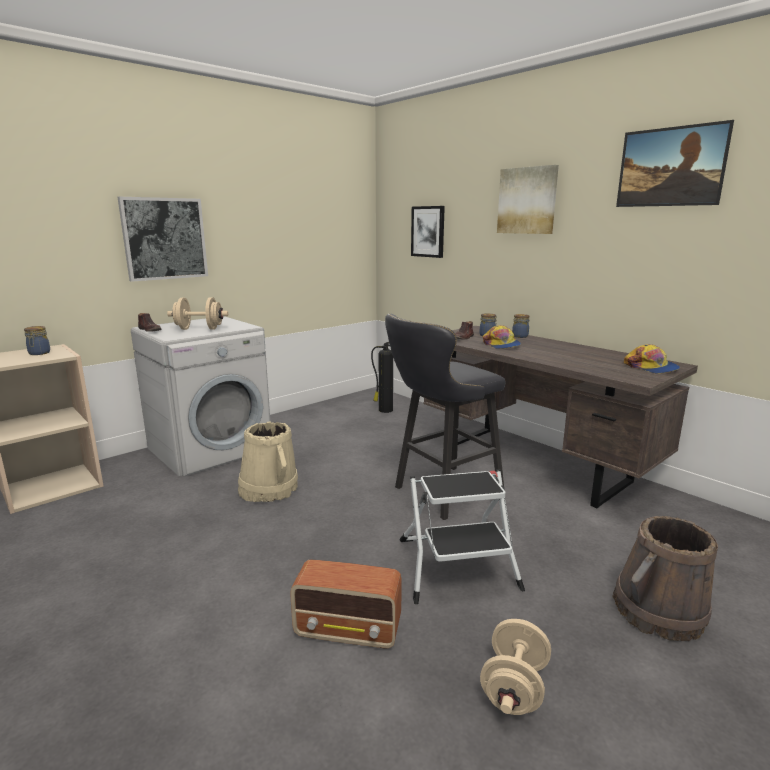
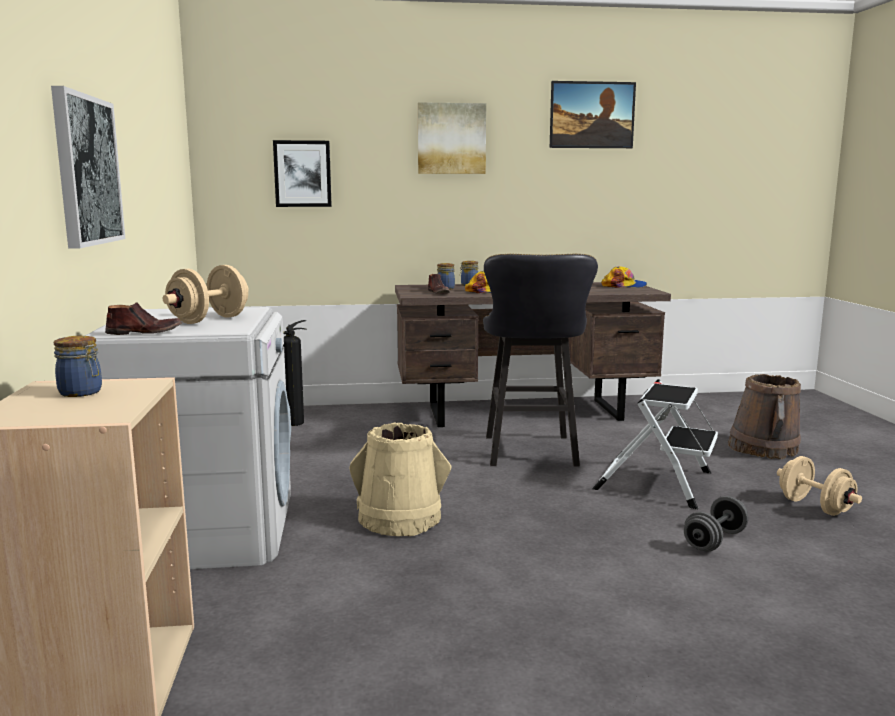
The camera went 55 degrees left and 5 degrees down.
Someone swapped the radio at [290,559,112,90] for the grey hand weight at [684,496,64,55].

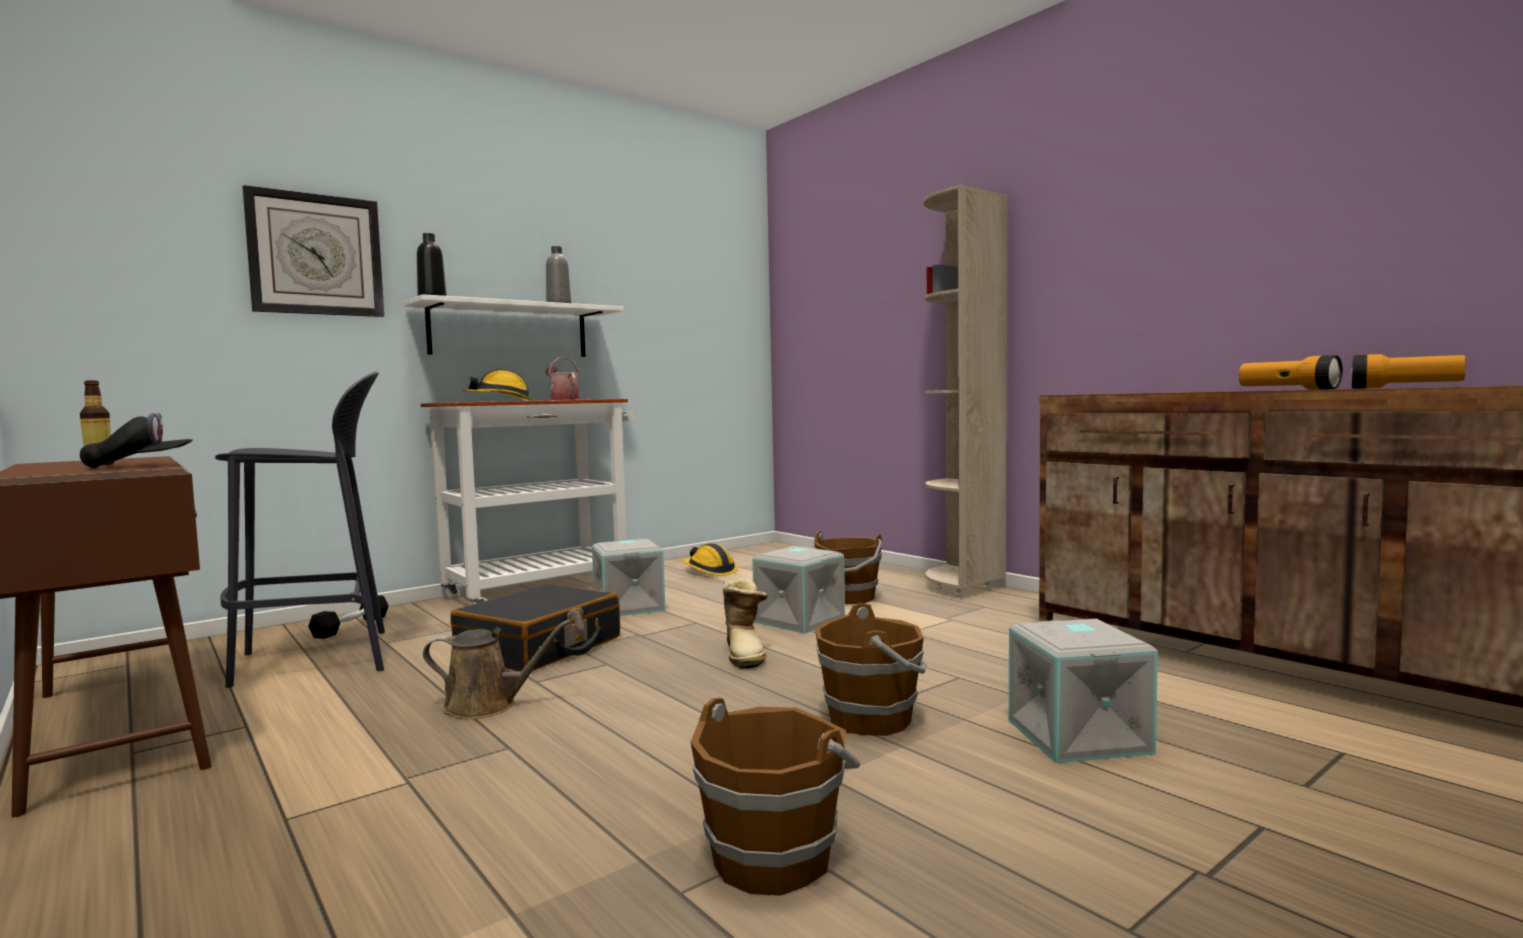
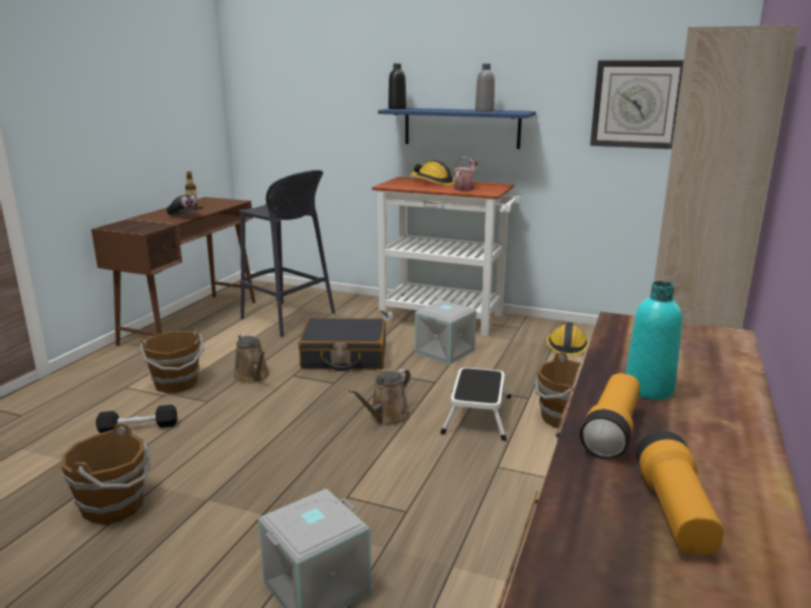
The camera went 60 degrees right and 15 degrees up.
Someone carried the clock on the wall from [243,185,141,132] to [590,60,94,89].
Someone carried the blackish hand weight from [308,595,81,44] to [96,405,81,28].
Someone repainted the whitish shelf at [404,294,220,63], which became the bluish shelf at [378,108,158,41].
Someone swapped the high-top boot at [723,578,45,90] for the brown sprinkling can at [349,368,62,58].
Someone swapped the grey storage bin at [752,546,93,88] for the blackish step ladder at [440,368,71,73].
Someone carried the brown water bucket from [815,603,112,133] to [140,328,65,65].
Someone put down the turquoise-coloured beverage bottle at [625,281,57,119].

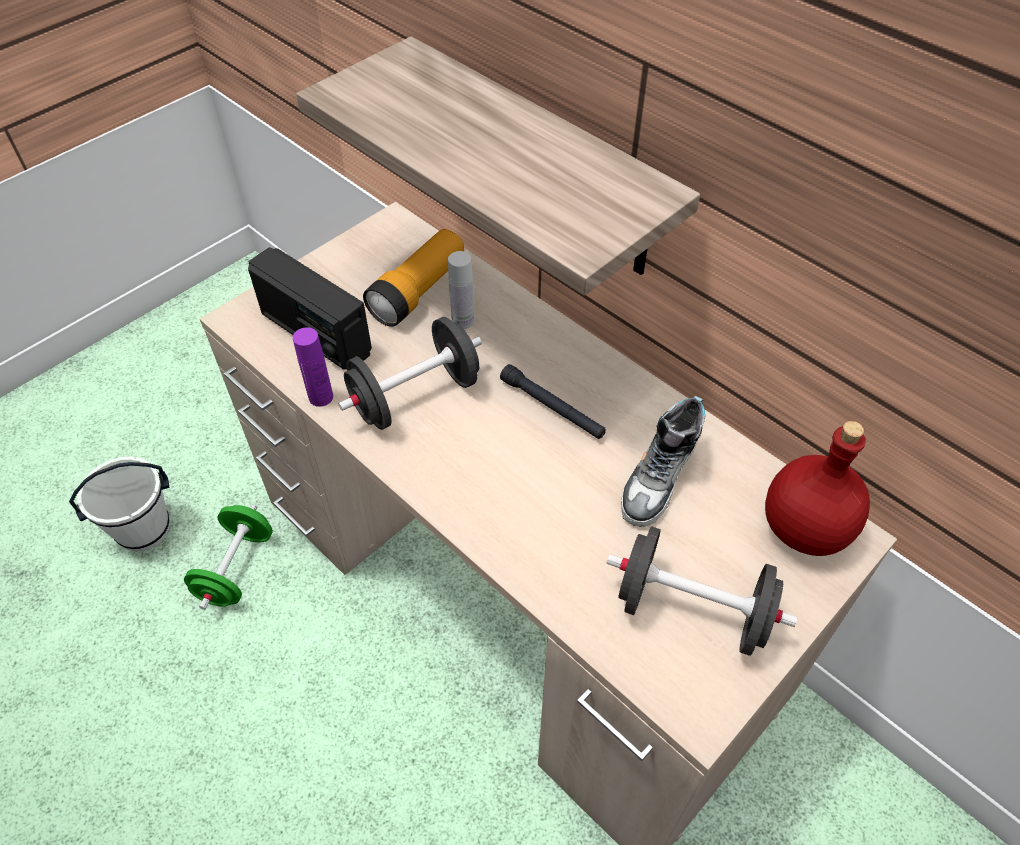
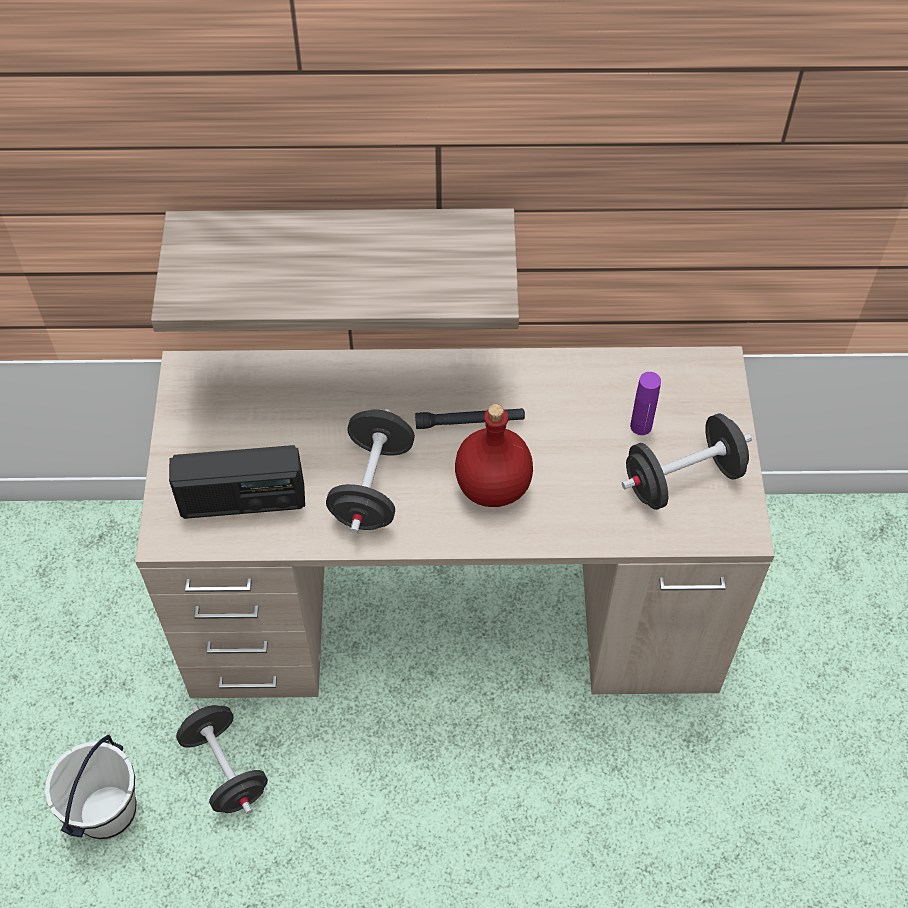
The camera went 45 degrees left and 5 degrees up.
Someone repainted the greenish hand weight at [184,504,89,106], which became the blackish hand weight at [176,705,92,109].
Someone carried the purple-coloured beverage bottle from [293,327,40,80] to [630,372,31,63].
Someone took away the hand torch at [363,229,101,98].
Someone took away the whitish beverage bottle at [448,251,26,78].
Someone took away the item of footwear at [621,396,85,131].
Someone carried the reddish beverage bottle from [765,421,105,135] to [455,404,78,103].

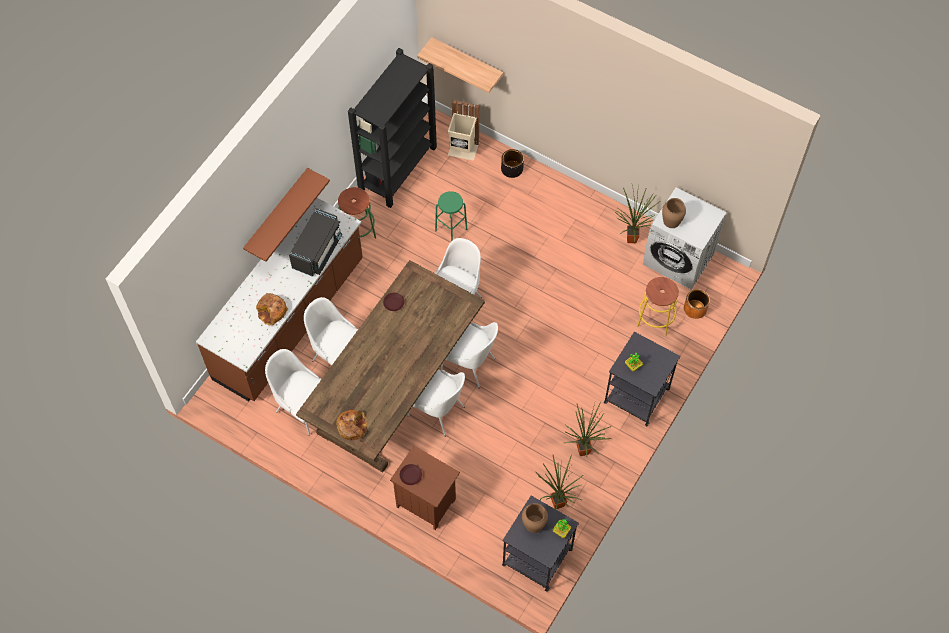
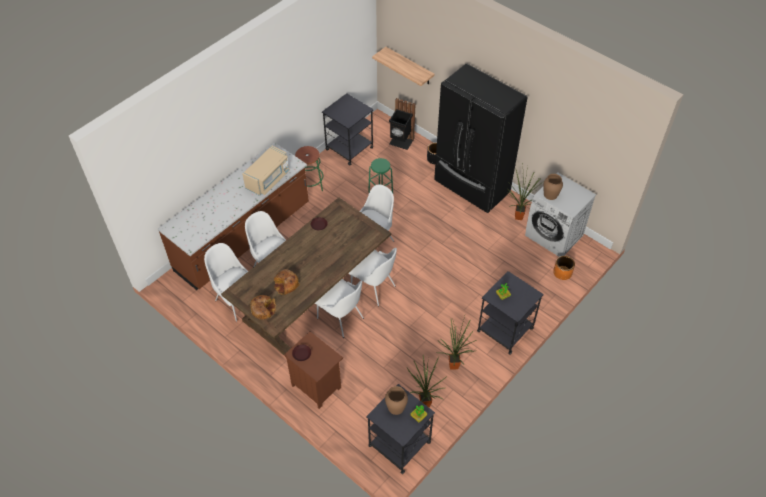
The camera went 10 degrees right and 10 degrees down.
Someone took away the brown shelf at [243,168,87,94].
Someone carried the bread from [256,293,32,33] to [274,269,26,26].
Someone repainted the blackish microwave at [289,208,53,69], which became the beige-coloured microwave at [243,146,47,50].
Someone swapped the blackish shelving unit at [348,48,89,160] for the blackish wheeled cart at [322,93,52,73].
Someone repainted the beige-coloured rubbish bin at [448,100,31,61], which became the blackish rubbish bin at [389,98,26,52].
Someone took away the yellow stool seat at [637,277,42,59].
Someone put down the blackish kitchen fridge at [434,64,94,149].

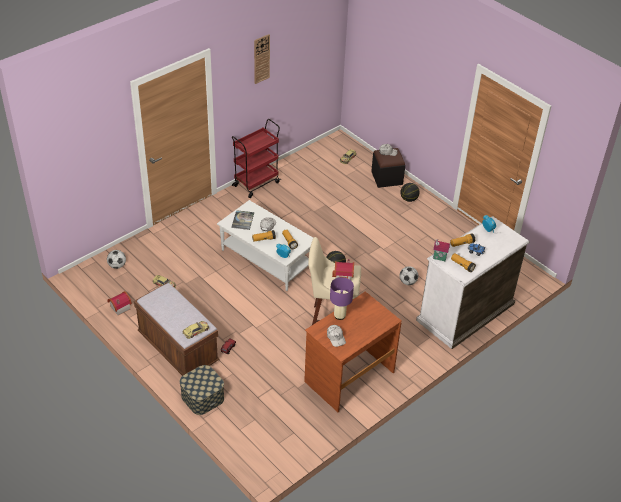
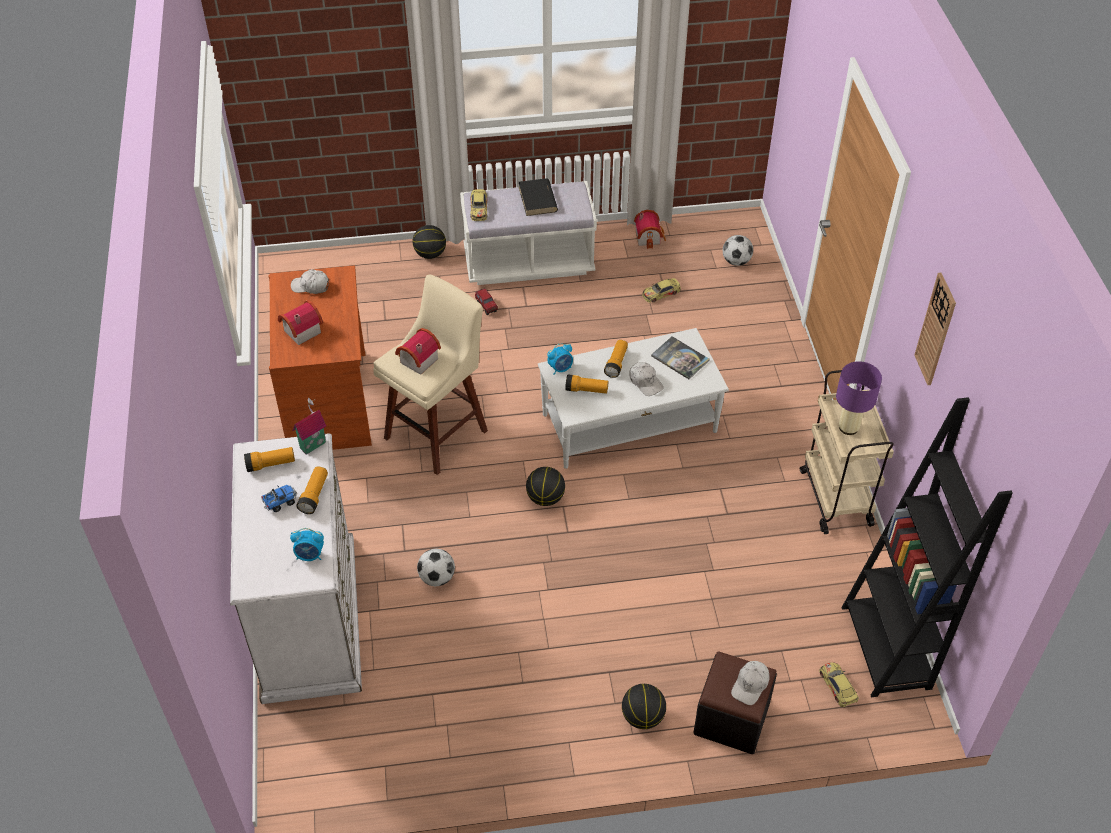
The camera went 125 degrees right and 5 degrees up.
Someone repainted the brown bench at [134,283,85,93], which became the whitish bench at [460,181,137,104].
Someone swapped the storage bin at [179,365,45,50] for the basketball ball at [413,225,33,34].
Someone repainted the reddish wheeled cart at [232,119,48,79], which became the beige-coloured wheeled cart at [800,370,94,164].
Someone carried the purple-coloured lamp for a table from [330,277,24,43] to [836,361,46,74].
Someone put down the miniature house at [278,300,45,45].
Someone put down the blackish volume at [519,178,39,38].
Someone put down the blackish shelving unit at [841,397,172,300].

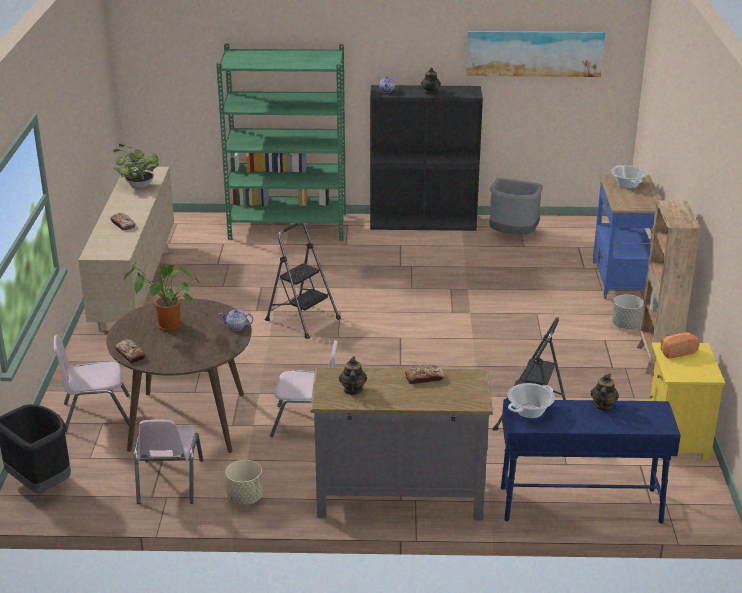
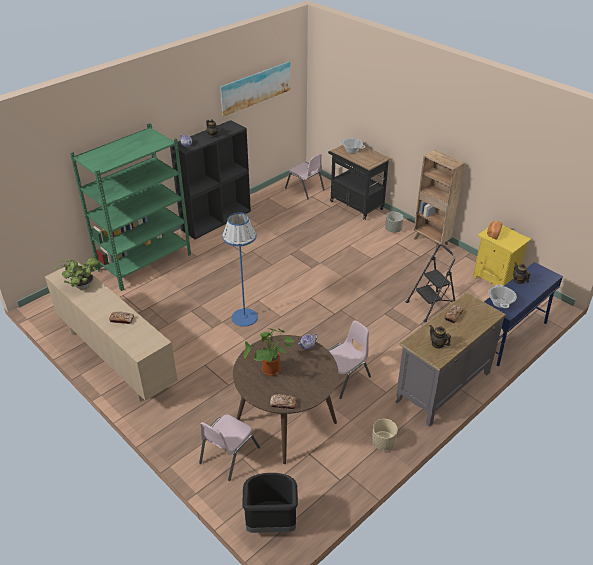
The camera went 45 degrees left and 10 degrees up.
Someone carried the pink-coloured upright chair from [134,420,69,84] to [285,154,40,45].
Someone swapped the blackish step ladder at [265,222,76,117] for the bluish standard lamp at [222,212,36,115].
Someone took away the grey rubbish bin at [489,178,54,57].
Someone repainted the bluish wheeled cart at [593,175,68,124], which became the blackish wheeled cart at [328,145,63,75].

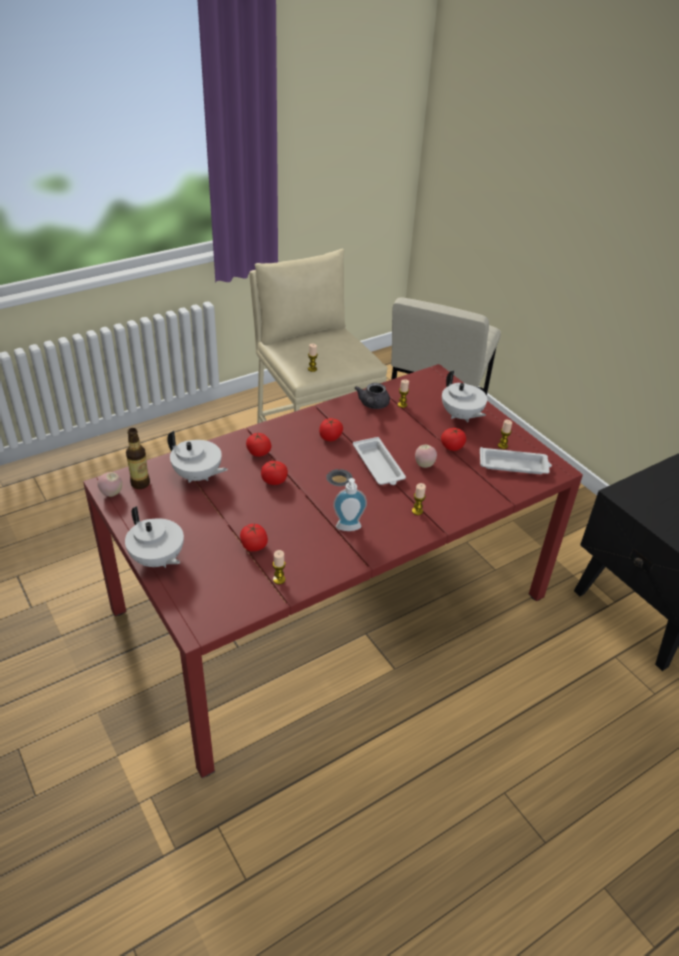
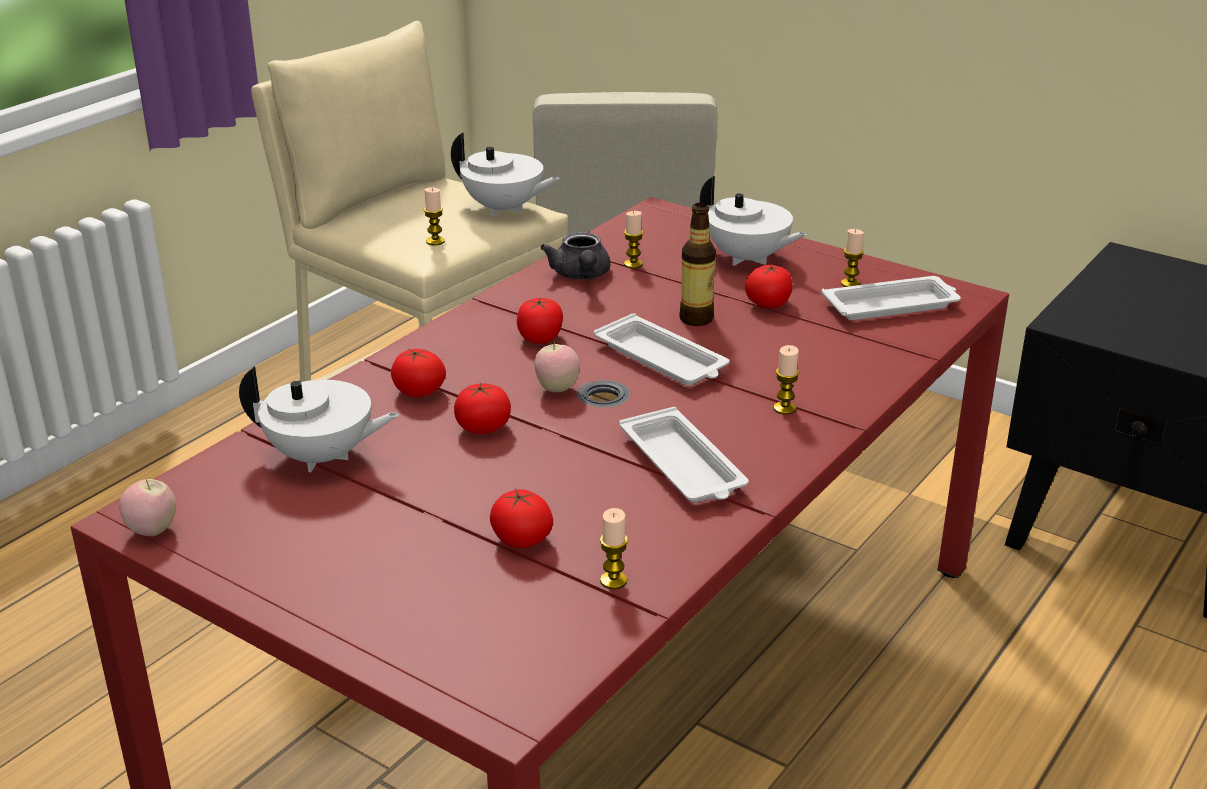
The camera went 20 degrees left and 10 degrees down.
Someone carried the whitish pot for tea from [125,506,59,62] to [451,132,109,84].
Someone carried the beverage bottle from [126,428,24,61] to [679,203,37,123].
Someone swapped the soap bottle at [333,478,34,53] for the whitish tray at [619,407,130,95].
Someone carried the apple from [415,445,22,23] to [534,342,46,50].

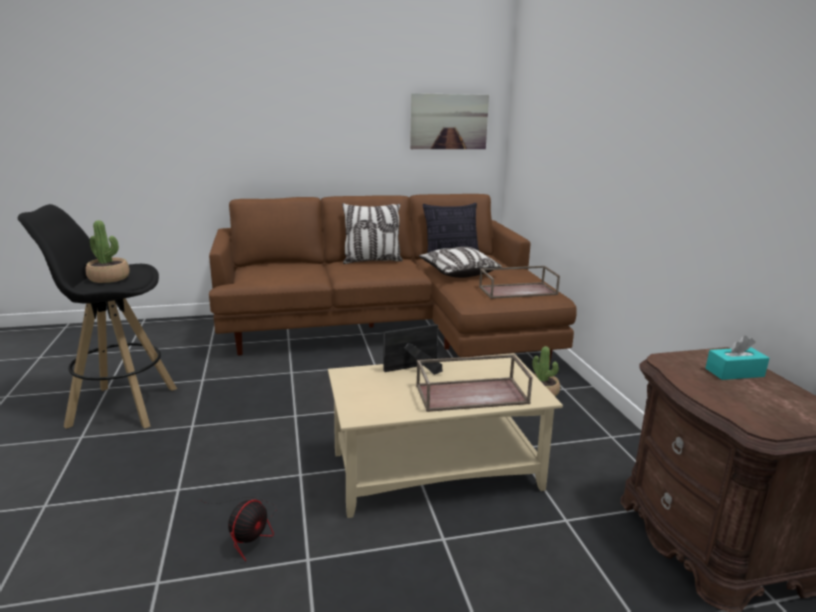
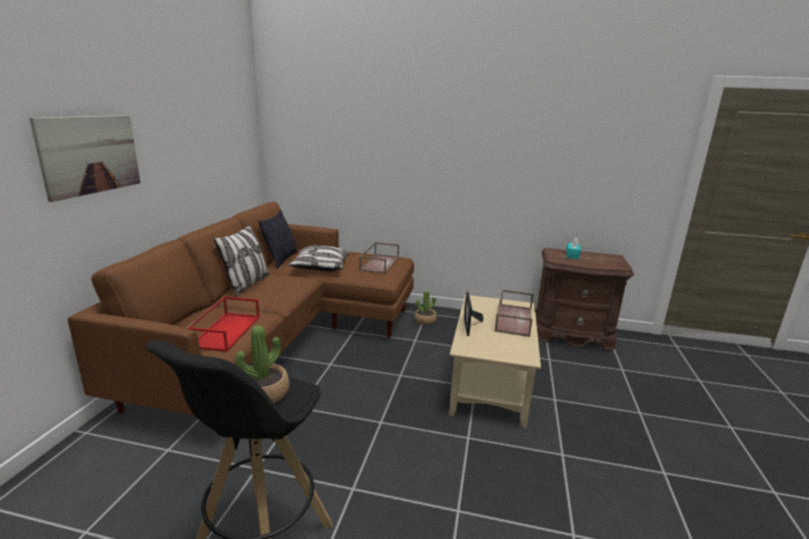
The camera went 65 degrees left and 0 degrees up.
Someone took away the cooling fan at [201,497,76,64].
Someone carried the wall picture from [410,93,79,56] to [29,115,111,87].
Someone put down the reddish tray at [186,297,74,55].

